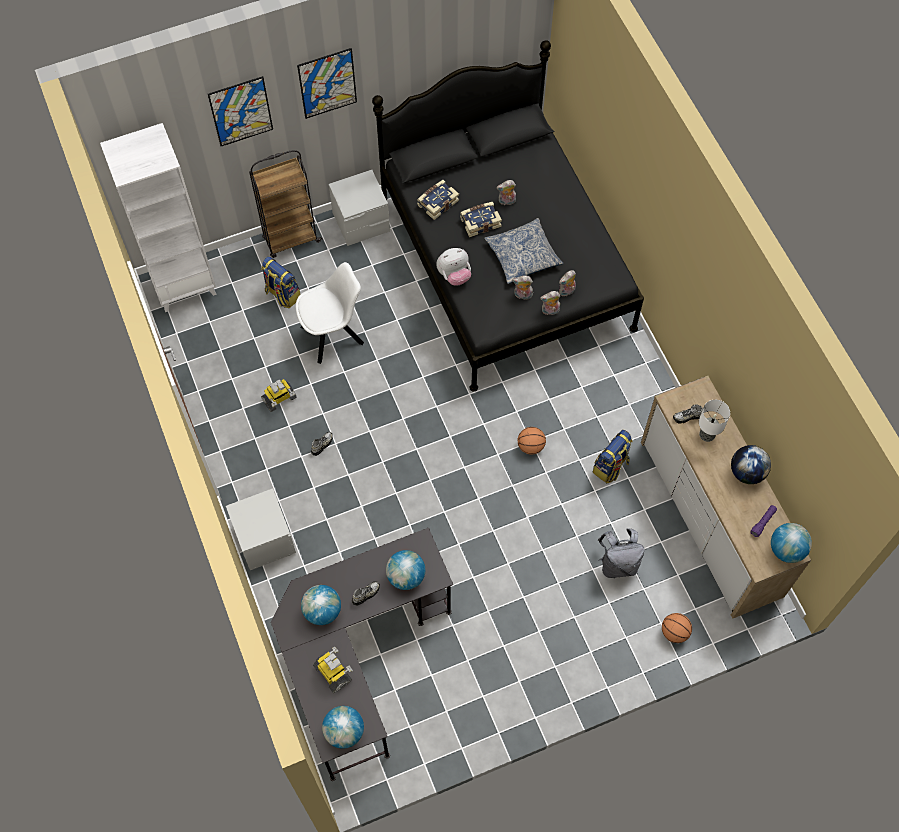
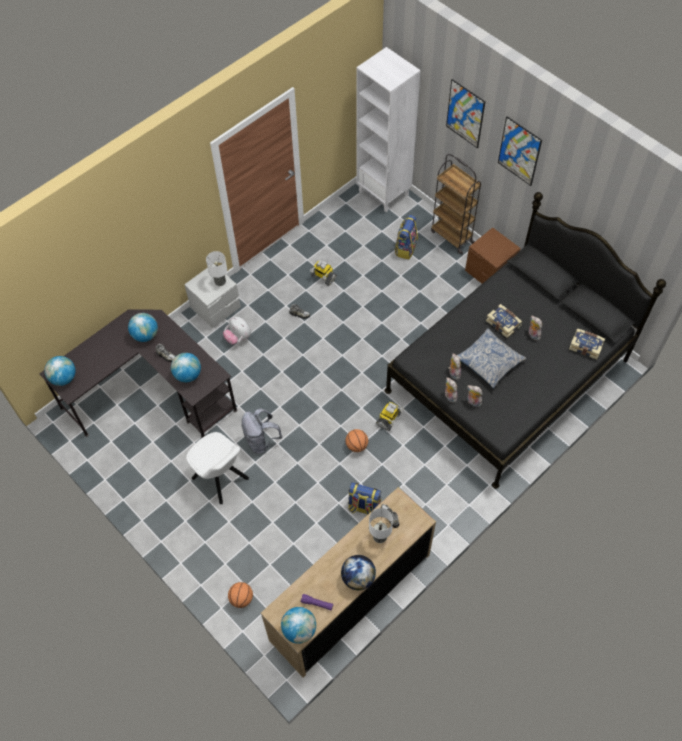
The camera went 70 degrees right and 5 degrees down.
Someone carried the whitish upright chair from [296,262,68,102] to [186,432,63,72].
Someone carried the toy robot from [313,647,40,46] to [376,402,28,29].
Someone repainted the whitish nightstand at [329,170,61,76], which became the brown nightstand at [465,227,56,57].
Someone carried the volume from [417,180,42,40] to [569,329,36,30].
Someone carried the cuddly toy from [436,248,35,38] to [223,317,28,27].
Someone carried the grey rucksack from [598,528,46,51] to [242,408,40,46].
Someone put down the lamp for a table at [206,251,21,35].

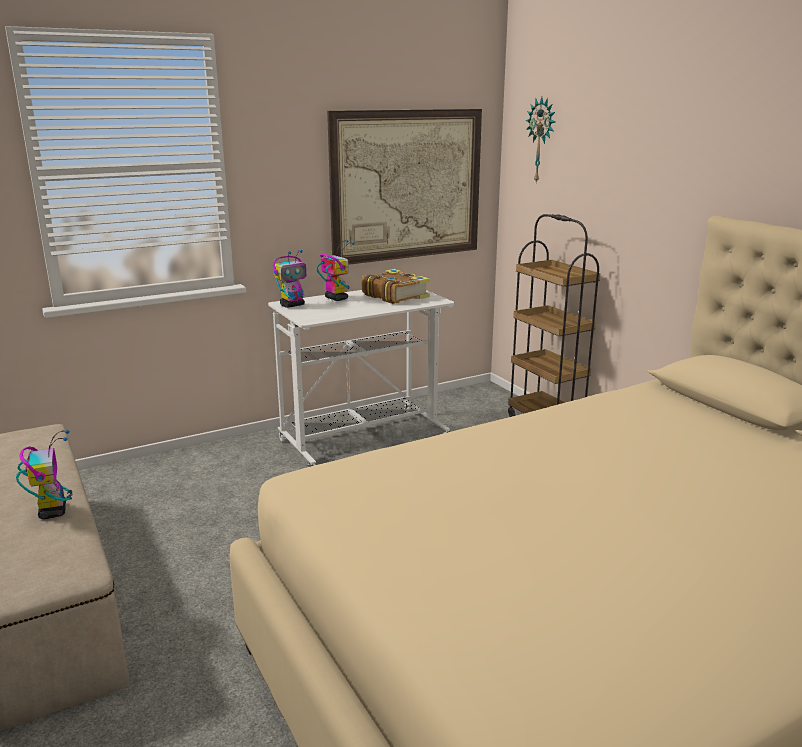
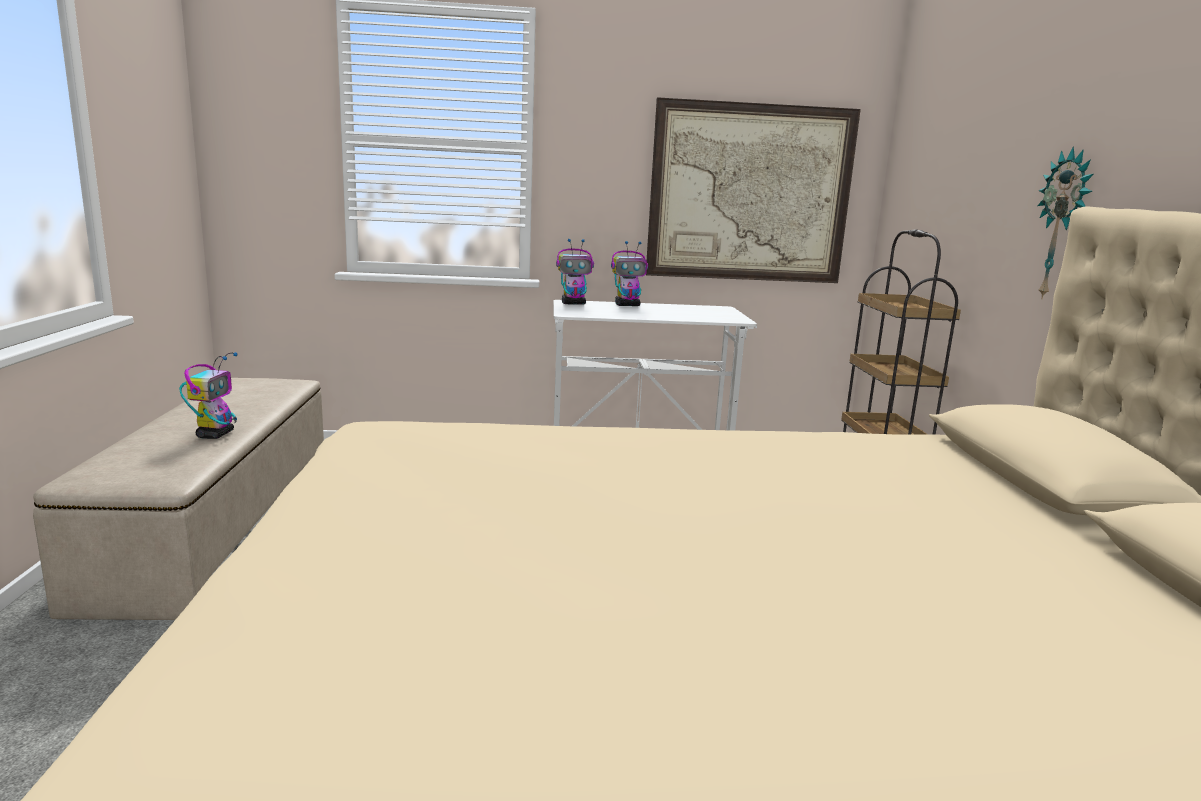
The camera went 25 degrees right and 5 degrees down.
Someone rotated the toy robot at [317,240,38,61] by 90 degrees clockwise.
Someone took away the volume at [362,269,68,35].
Someone carried the clock on the wall from [526,97,29,87] to [1038,147,56,152].

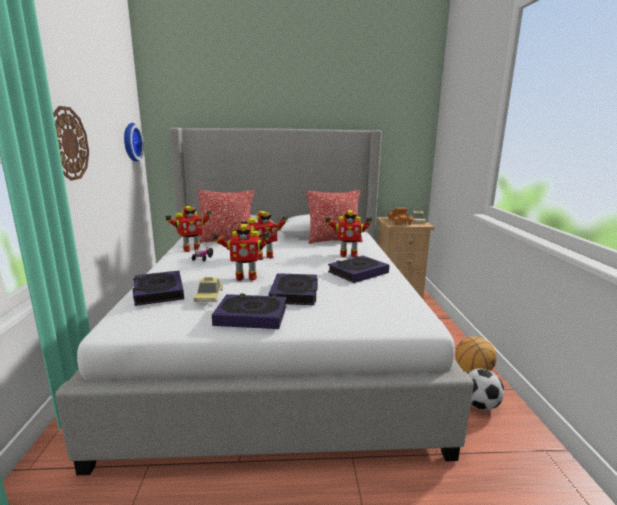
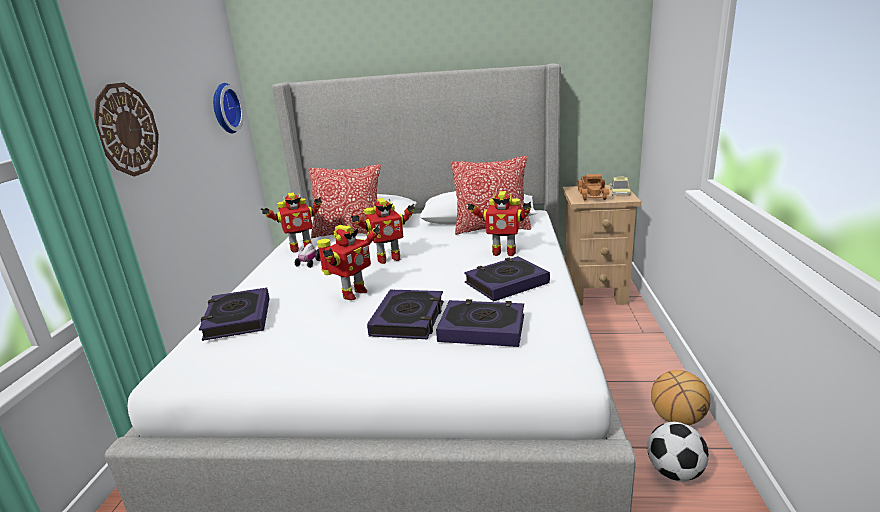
The camera went 10 degrees right and 5 degrees up.
Someone took away the miniature car at [193,277,30,25].
Someone rotated the toy robot at [212,224,58,57] by 60 degrees counterclockwise.
Someone carried the volume from [212,294,75,35] to [436,299,88,48].

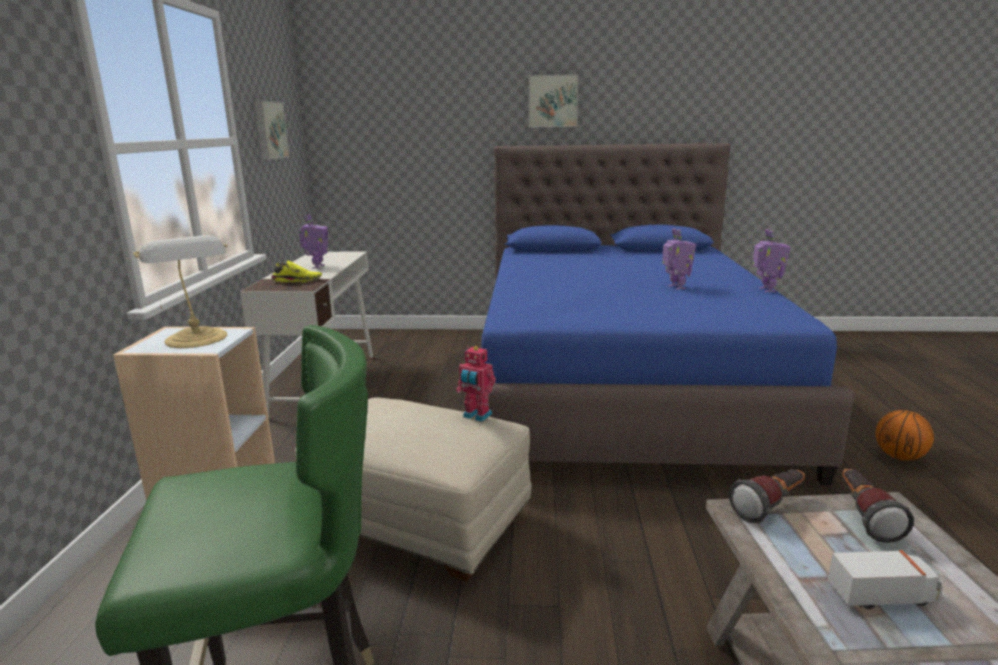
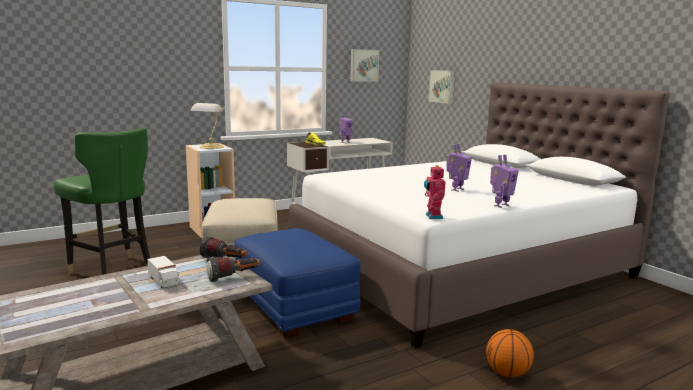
The camera went 55 degrees right and 5 degrees down.
Someone carried the toy robot from [456,346,40,76] to [424,165,22,54].
Someone repainted the bluish bed at [476,143,379,342], which became the whitish bed at [289,82,381,266].
Someone carried the wall picture from [528,74,51,54] to [428,70,26,34].
Someone put down the bluish ottoman at [234,228,127,110].

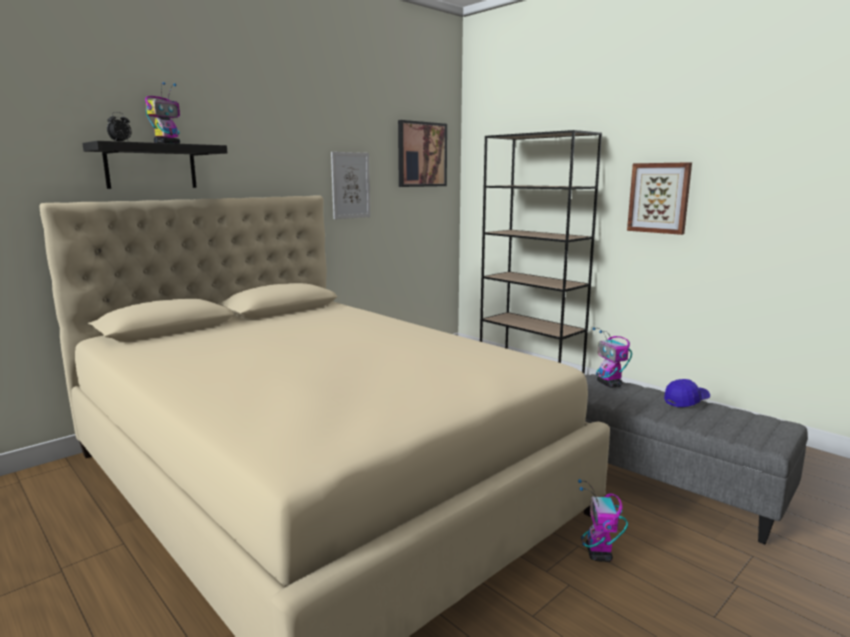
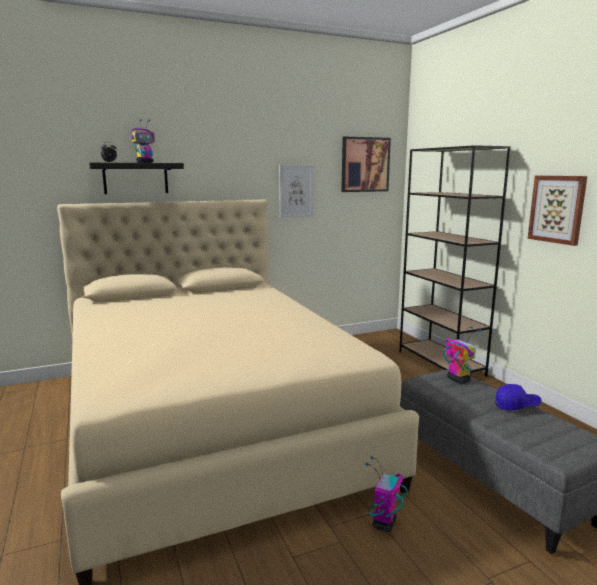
The camera went 20 degrees right and 0 degrees up.
Someone rotated the toy robot at [593,327,39,61] by 150 degrees clockwise.

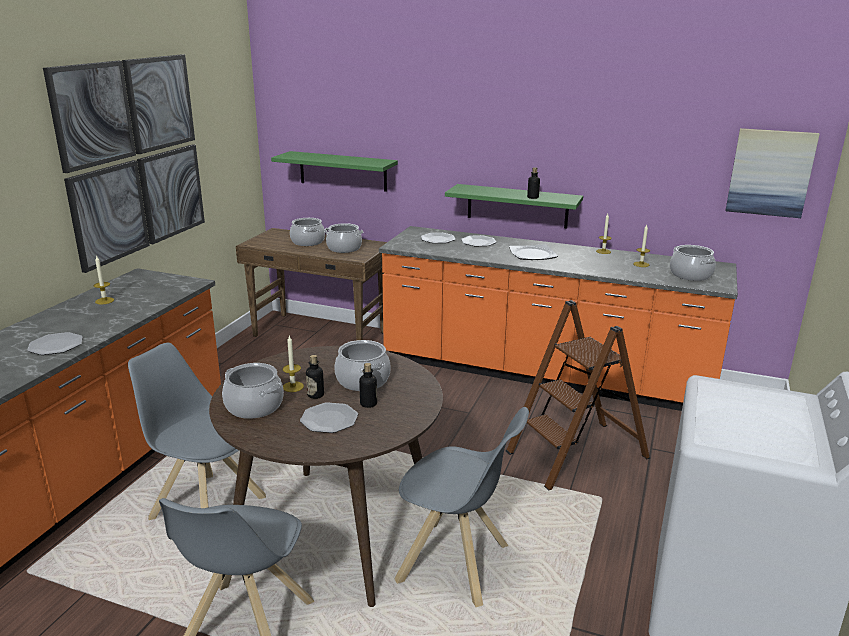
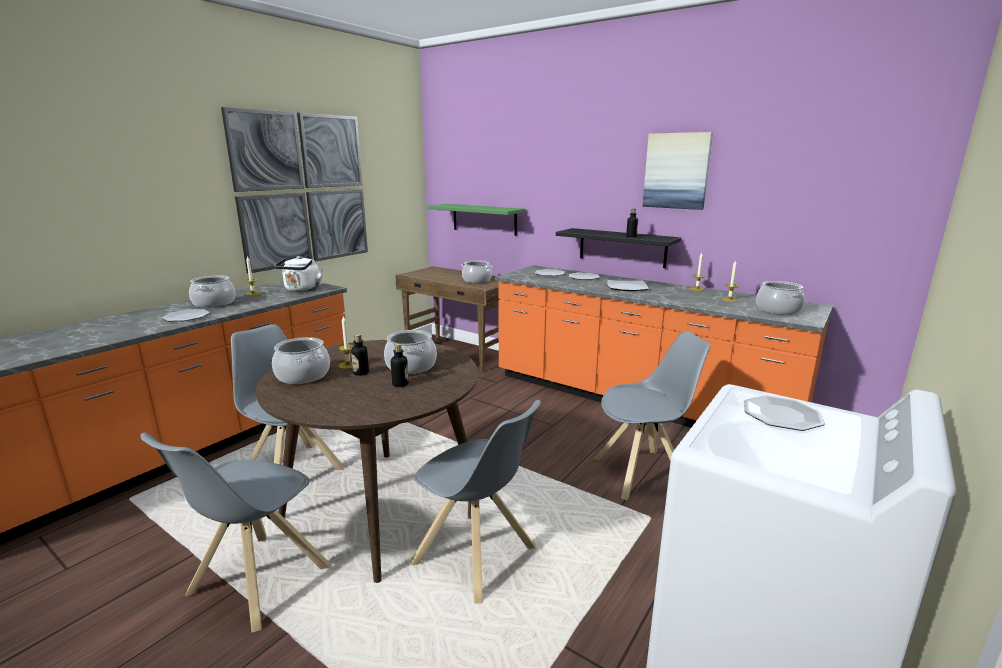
The camera went 15 degrees right and 5 degrees down.
Someone carried the saucepot from [290,218,35,28] to [189,276,46,32].
Someone carried the dinner plate from [300,402,58,31] to [744,396,81,35].
Someone repainted the greenish shelf at [445,184,138,44], which became the blackish shelf at [556,228,125,40].
Someone swapped the brown step ladder at [506,300,144,190] for the grey upright chair at [594,331,117,170].
Someone carried the wall picture from [726,128,94,90] to [643,132,70,78].
Someone put down the whitish kettle at [275,256,49,36].

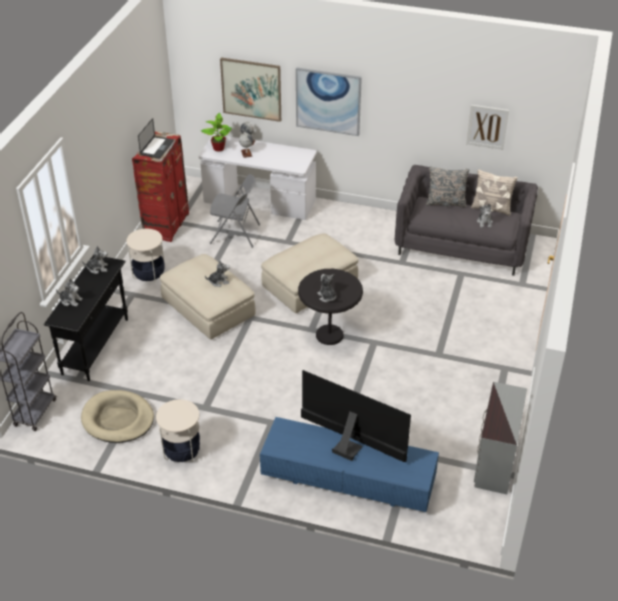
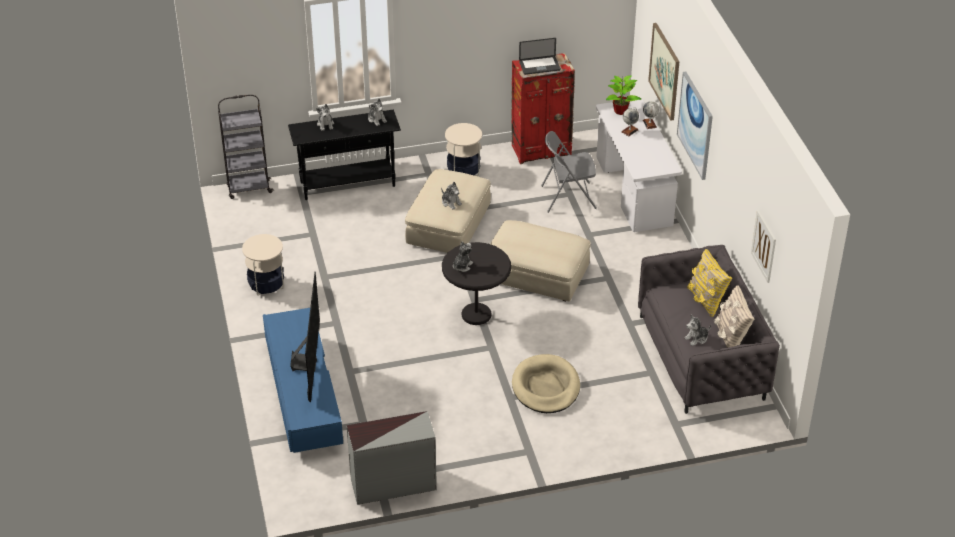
The camera went 60 degrees right and 0 degrees up.
Someone carried the beige-coloured pet bed from [81,390,73,53] to [512,354,68,59].
Someone rotated the grey upright chair at [210,174,50,74] by 105 degrees clockwise.
Someone repainted the grey pillow at [426,166,43,42], which became the yellow pillow at [687,249,45,68].

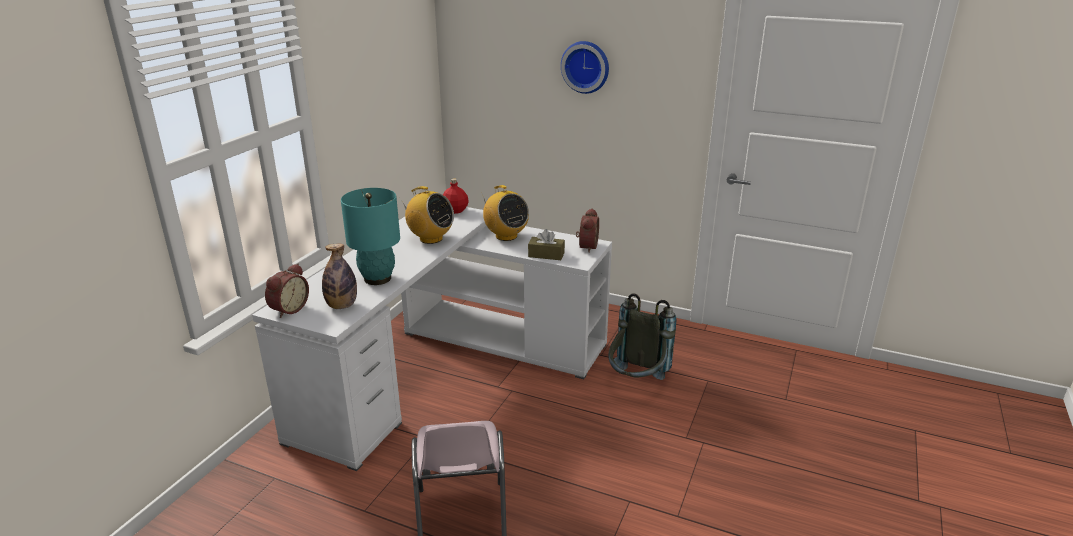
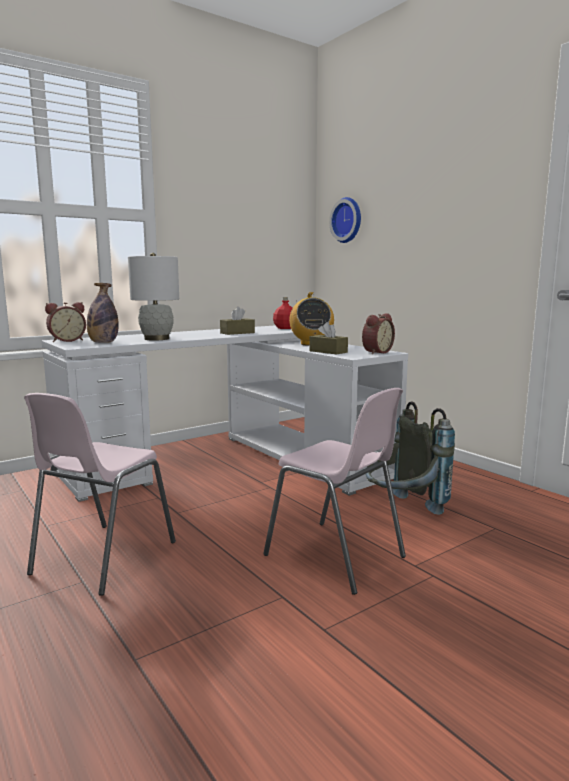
The camera went 30 degrees right and 15 degrees down.
Someone repainted the turquoise-coloured lamp for a table at [341,188,59,97], which became the whitish lamp for a table at [128,253,51,87].
Someone swapped the radio at [399,186,55,58] for the brown tissue holder at [220,306,35,29].
Someone carried the clock on the wall from [561,41,48,53] to [329,197,32,46].
Someone put down the pink-coloured upright chair at [263,388,143,207].

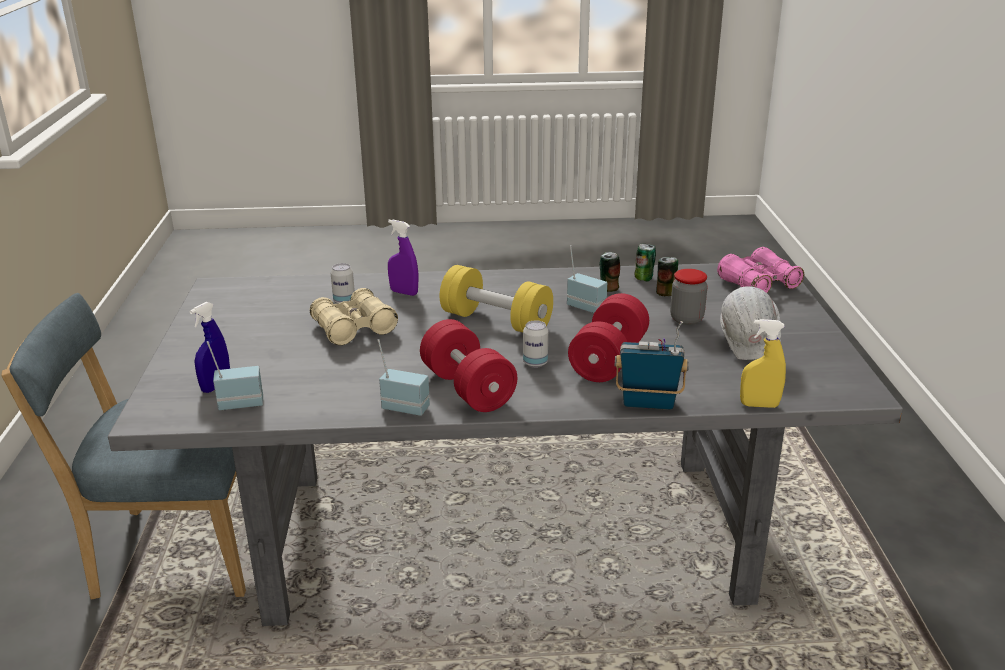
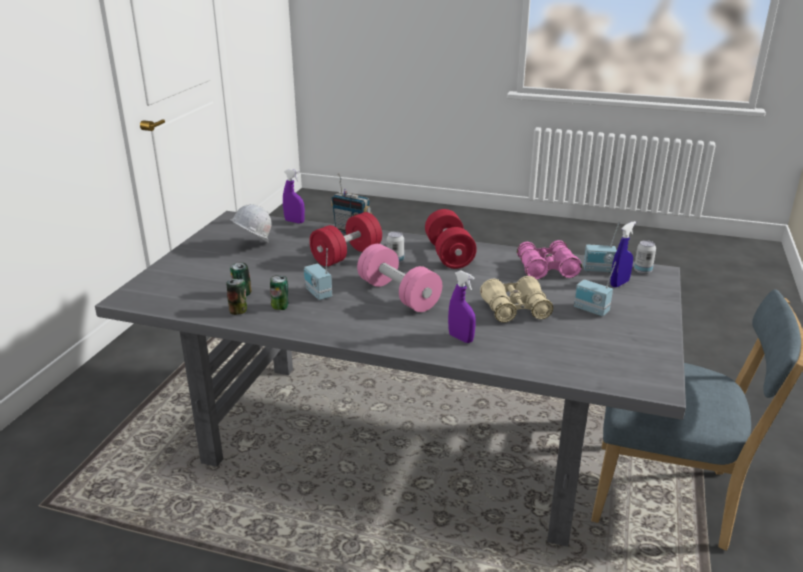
The camera went 160 degrees left and 0 degrees up.
Someone carried the can from [331,263,24,41] to [634,240,22,34].
Someone carried the radio from [378,339,52,77] to [574,262,42,54].
Someone repainted the yellow hand weight at [440,265,113,67], which became the pink-coloured hand weight at [357,244,85,68].
Someone took away the storage jar at [670,269,38,56].
Someone carried the pink-coloured field glasses from [717,247,87,46] to [517,240,65,39].
Someone repainted the yellow spray bottle at [740,319,46,89], which became the purple-coloured spray bottle at [283,169,22,54].

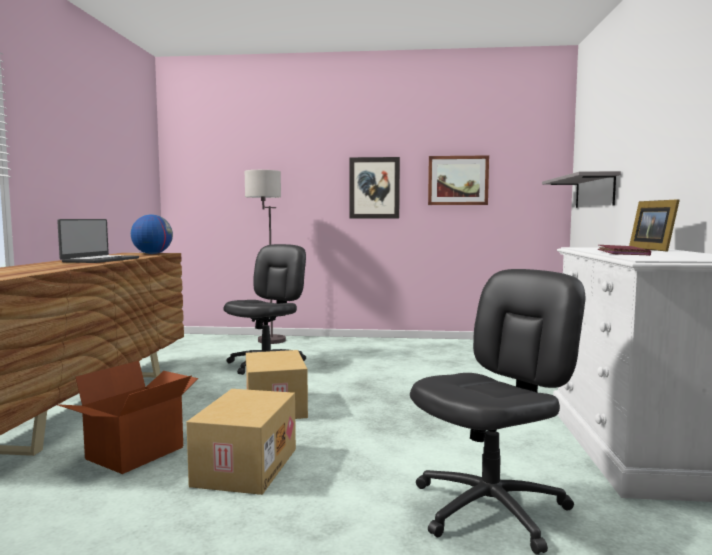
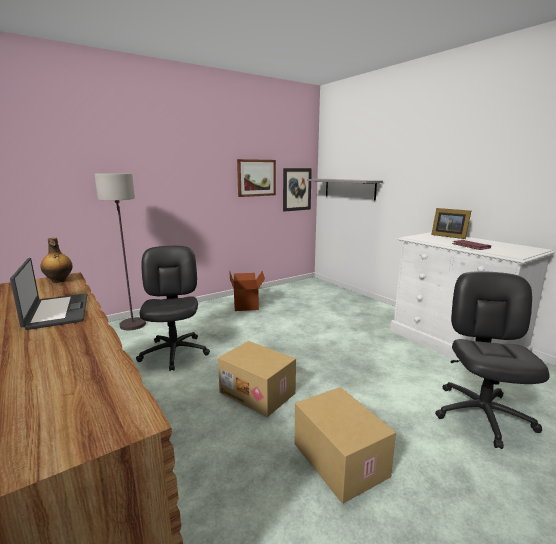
The camera went 40 degrees left and 10 degrees up.
Someone carried the cardboard box from [57,361,141,113] to [230,271,35,40].
Someone swapped the world globe at [131,214,42,40] for the beverage bottle at [40,238,33,45].
Someone carried the wall picture from [350,157,50,62] to [283,168,29,44].

